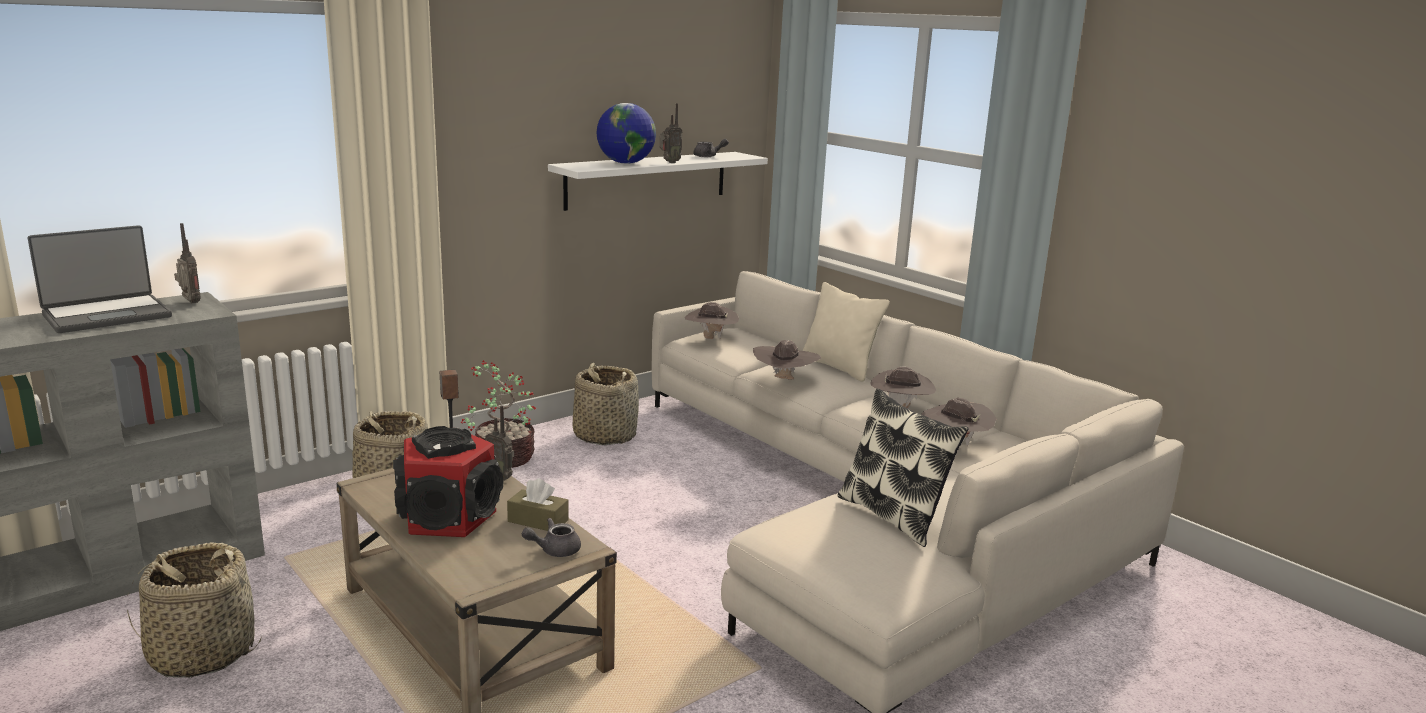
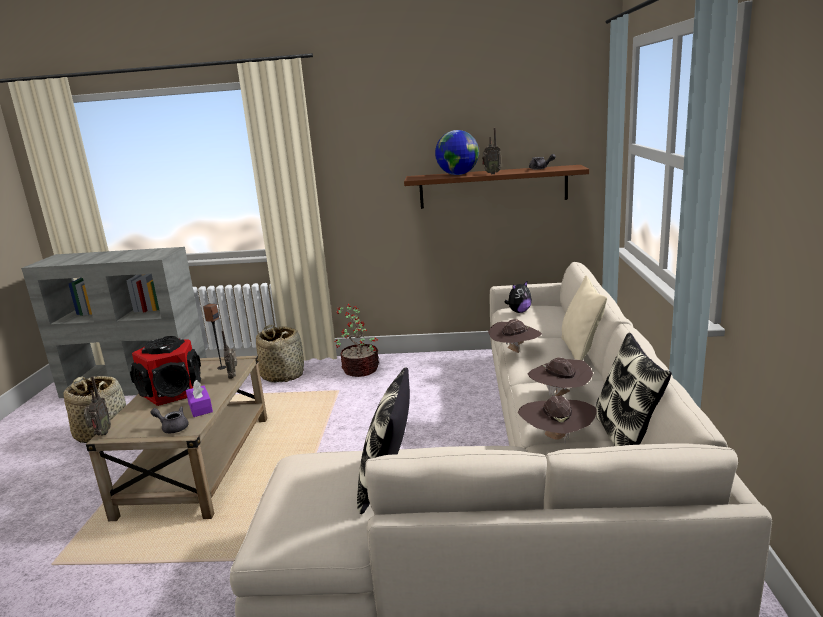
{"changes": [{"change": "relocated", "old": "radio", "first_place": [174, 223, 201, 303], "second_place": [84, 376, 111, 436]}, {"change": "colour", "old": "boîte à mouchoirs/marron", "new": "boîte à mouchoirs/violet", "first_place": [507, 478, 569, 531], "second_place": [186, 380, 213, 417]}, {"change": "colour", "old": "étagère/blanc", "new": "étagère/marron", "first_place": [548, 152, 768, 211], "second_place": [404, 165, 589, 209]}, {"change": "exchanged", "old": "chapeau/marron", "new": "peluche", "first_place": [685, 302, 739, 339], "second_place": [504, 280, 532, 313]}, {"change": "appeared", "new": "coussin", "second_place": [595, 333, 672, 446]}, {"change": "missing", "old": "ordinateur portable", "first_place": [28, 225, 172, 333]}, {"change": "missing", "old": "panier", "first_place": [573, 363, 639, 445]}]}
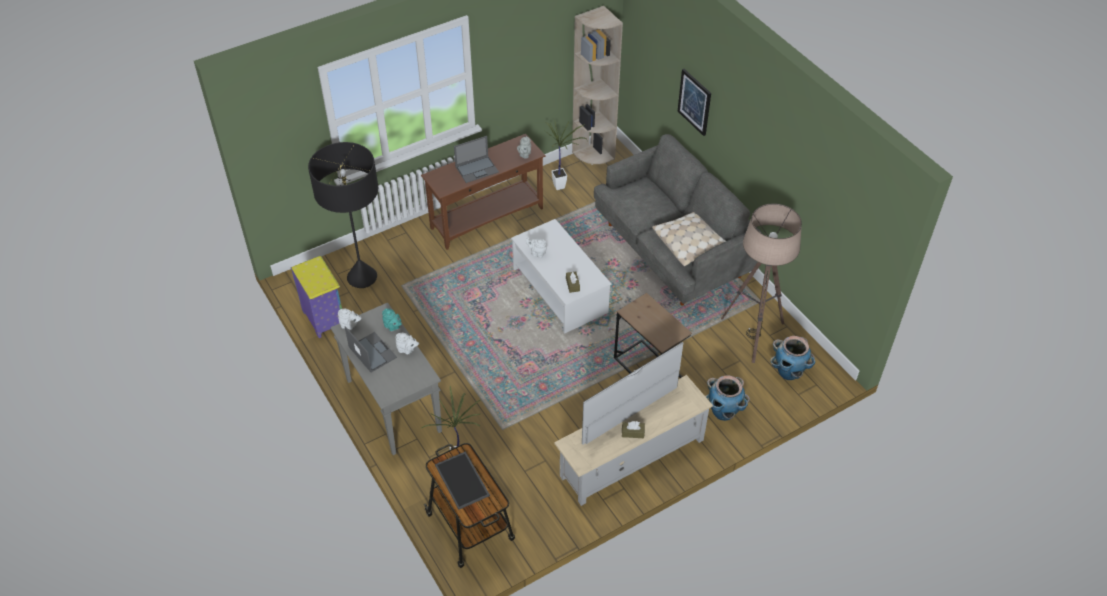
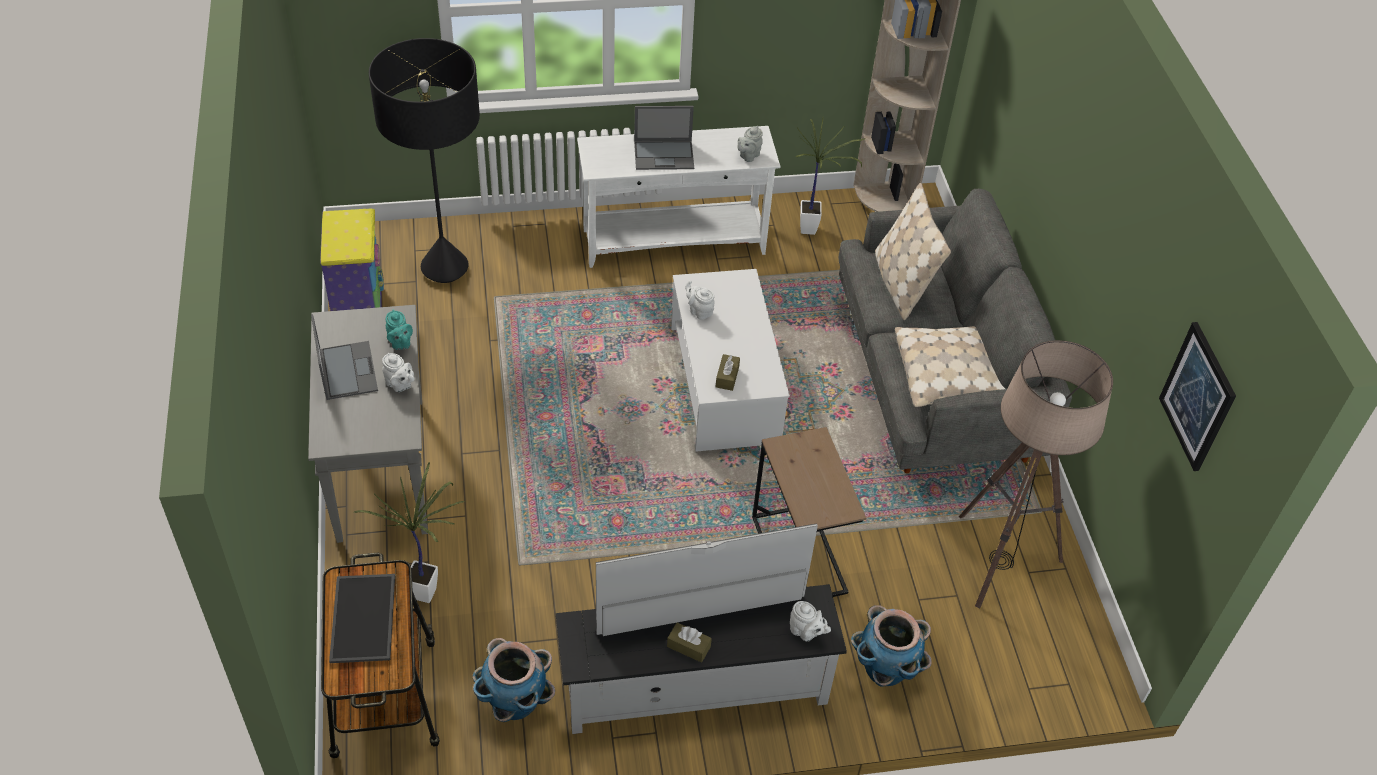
{"changes": [{"change": "relocated", "old": "cache-pot", "first_place": [770, 336, 815, 380], "second_place": [473, 638, 555, 722]}, {"change": "colour", "old": "meuble télé/beige", "new": "meuble télé/noir", "first_place": [554, 375, 713, 506], "second_place": [556, 584, 847, 734]}, {"change": "colour", "old": "table console/marron", "new": "table console/blanc", "first_place": [421, 134, 546, 250], "second_place": [577, 126, 781, 268]}, {"change": "relocated", "old": "théière/blanc", "first_place": [338, 309, 361, 330], "second_place": [790, 601, 831, 642]}, {"change": "appeared", "new": "coussin/beige", "second_place": [875, 183, 951, 320]}, {"change": "relocated", "old": "tableau", "first_place": [678, 69, 711, 136], "second_place": [1159, 322, 1236, 471]}]}
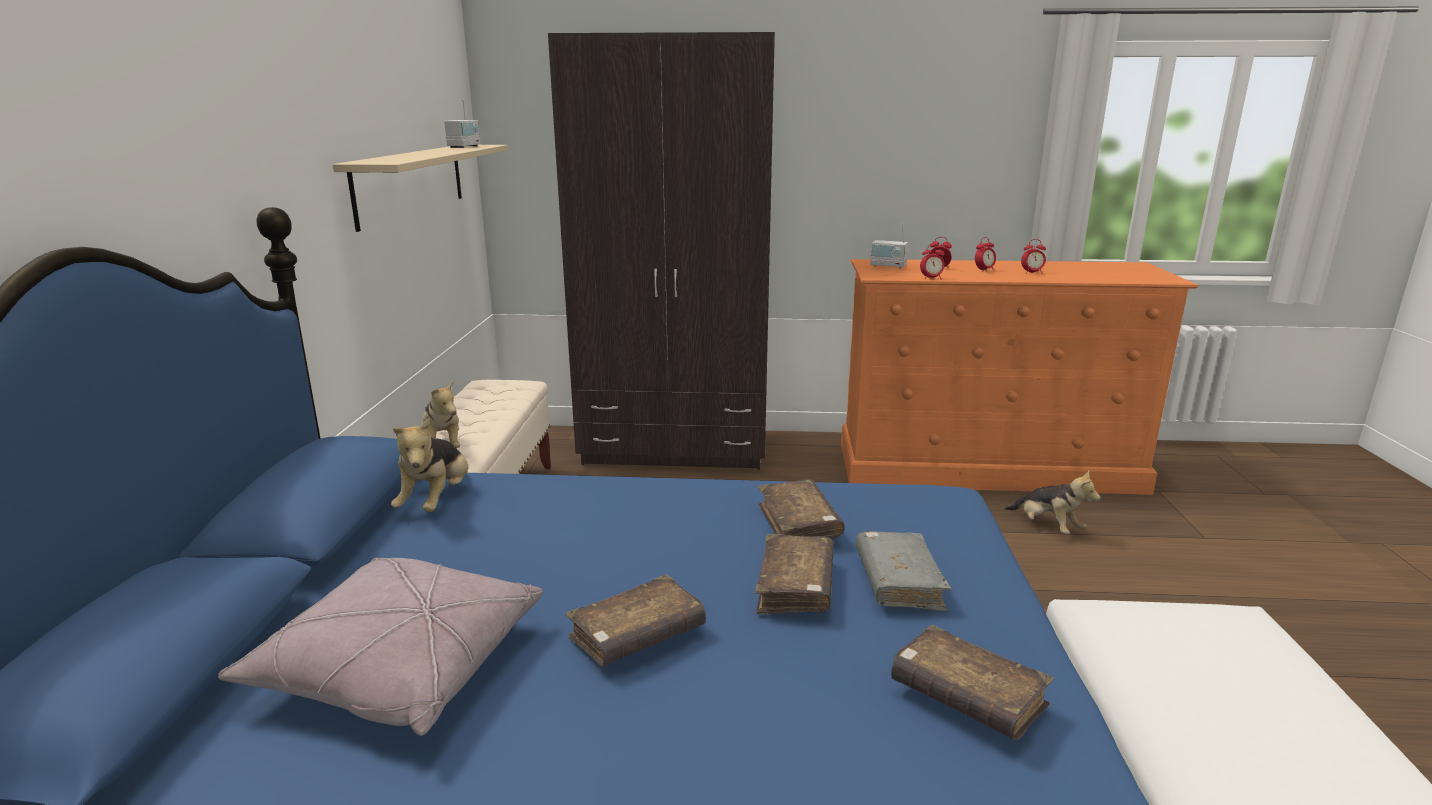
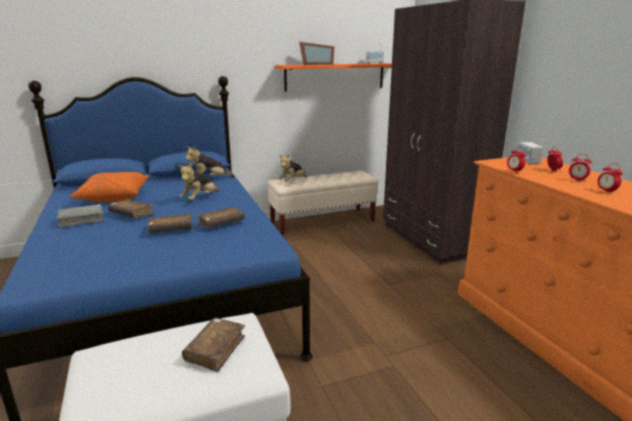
{"changes": [{"change": "relocated", "old": "livre/gris", "first_place": [855, 531, 951, 611], "second_place": [57, 204, 104, 228]}, {"change": "colour", "old": "coussin/violet", "new": "coussin/orange", "first_place": [218, 557, 543, 736], "second_place": [70, 172, 150, 202]}, {"change": "relocated", "old": "peluche", "first_place": [1004, 470, 1101, 534], "second_place": [178, 163, 219, 200]}, {"change": "relocated", "old": "livre/marron", "first_place": [891, 625, 1054, 740], "second_place": [182, 318, 245, 372]}, {"change": "colour", "old": "étagère/beige", "new": "étagère/orange", "first_place": [333, 145, 508, 232], "second_place": [275, 63, 392, 92]}, {"change": "appeared", "new": "cadre photo", "second_place": [299, 42, 334, 65]}]}
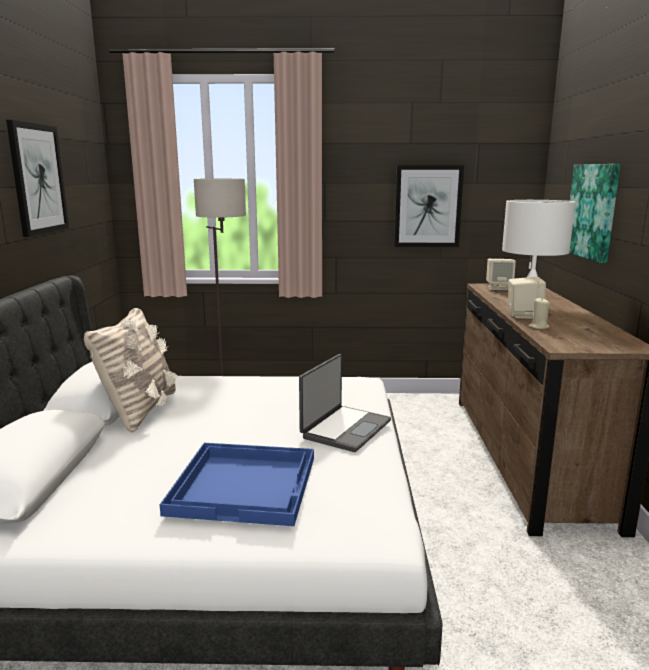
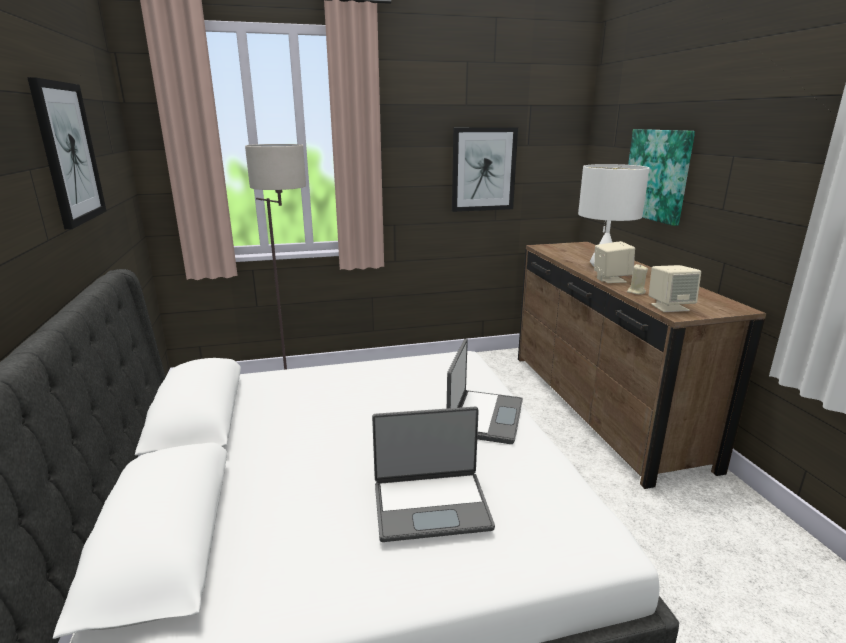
{"changes": [{"change": "exchanged", "old": "plateau/bleu", "new": "ordinateur portable", "first_place": [159, 443, 314, 526], "second_place": [372, 407, 495, 542]}, {"change": "relocated", "old": "enceinte/beige", "first_place": [486, 259, 516, 290], "second_place": [649, 265, 701, 312]}, {"change": "missing", "old": "coussin/beige", "first_place": [84, 308, 178, 432]}]}
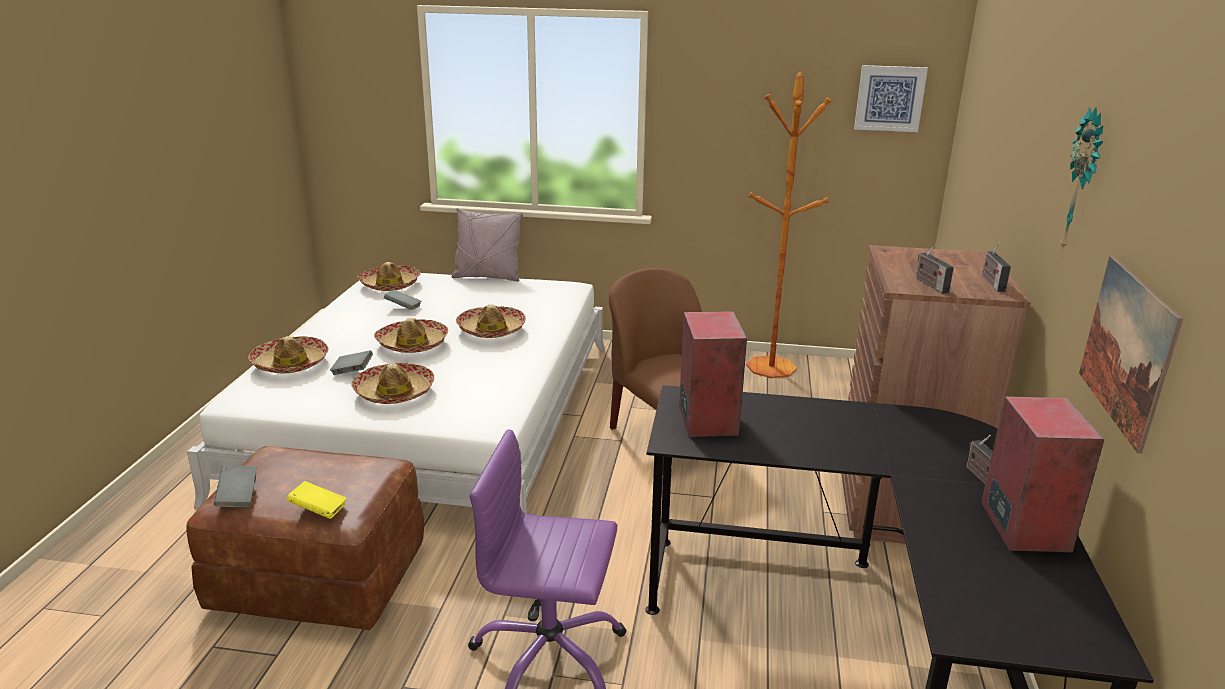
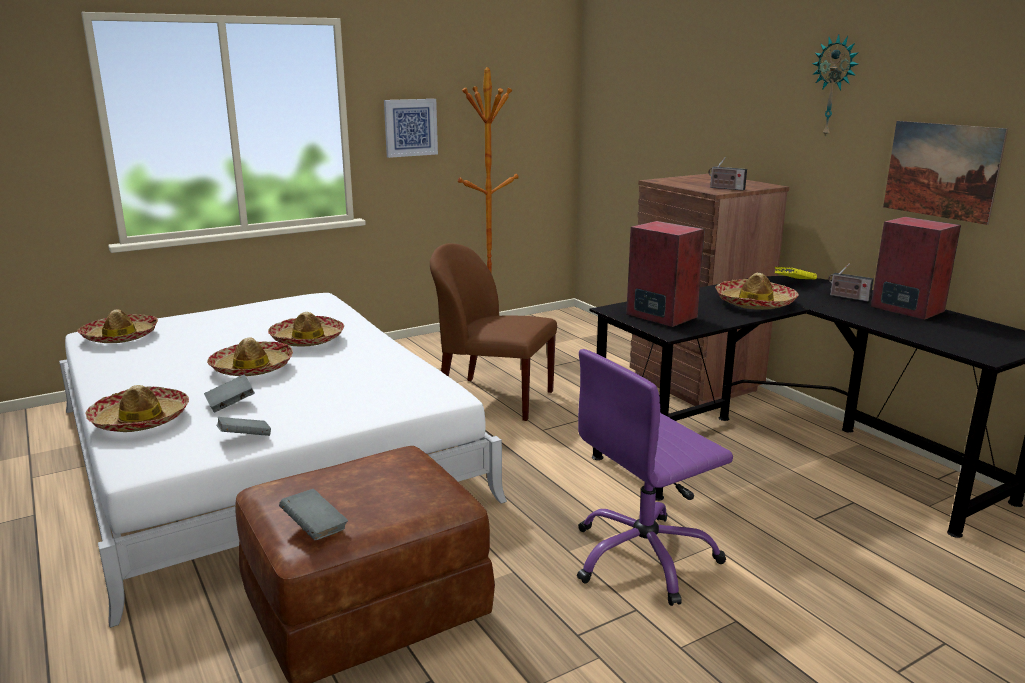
{"changes": [{"change": "relocated", "old": "livre/gris", "first_place": [384, 290, 421, 310], "second_place": [216, 417, 271, 436]}, {"change": "relocated", "old": "tableau", "first_place": [854, 65, 928, 132], "second_place": [384, 99, 438, 158]}, {"change": "relocated", "old": "chapeau", "first_place": [351, 363, 434, 404], "second_place": [715, 273, 798, 310]}, {"change": "relocated", "old": "livre/jaune", "first_place": [286, 481, 347, 519], "second_place": [774, 267, 817, 279]}, {"change": "missing", "old": "coussin/violet", "first_place": [452, 208, 523, 282]}, {"change": "missing", "old": "radio", "first_place": [982, 243, 1011, 292]}]}
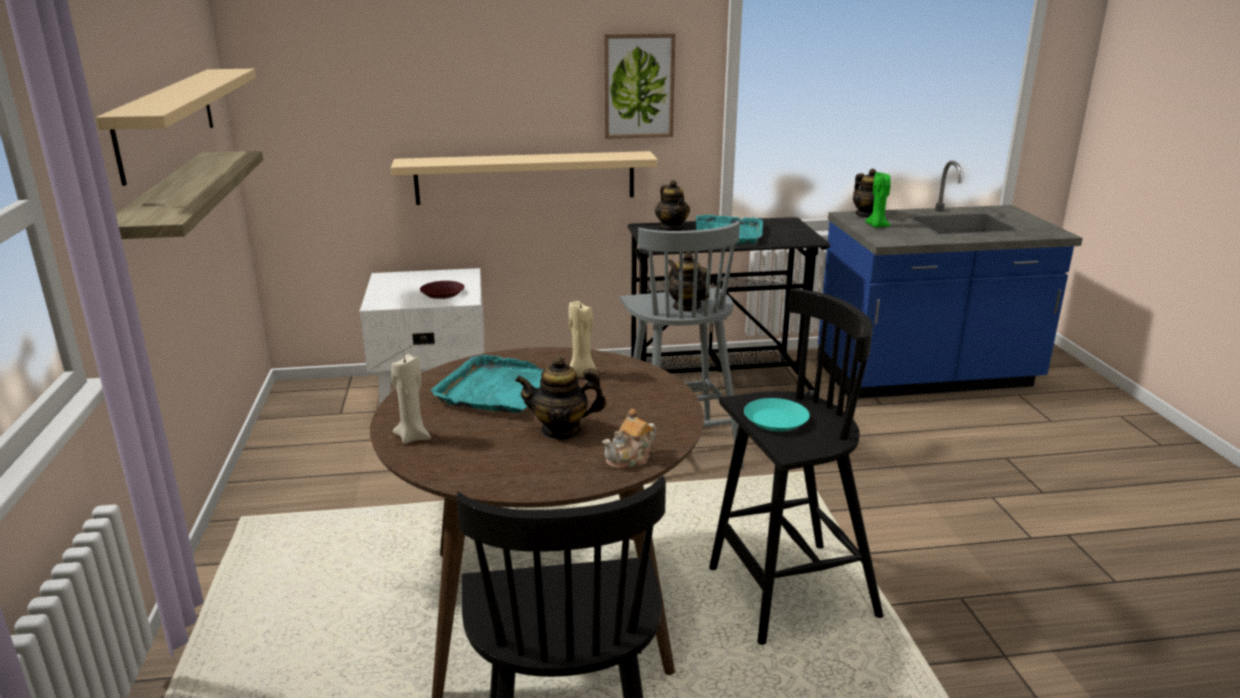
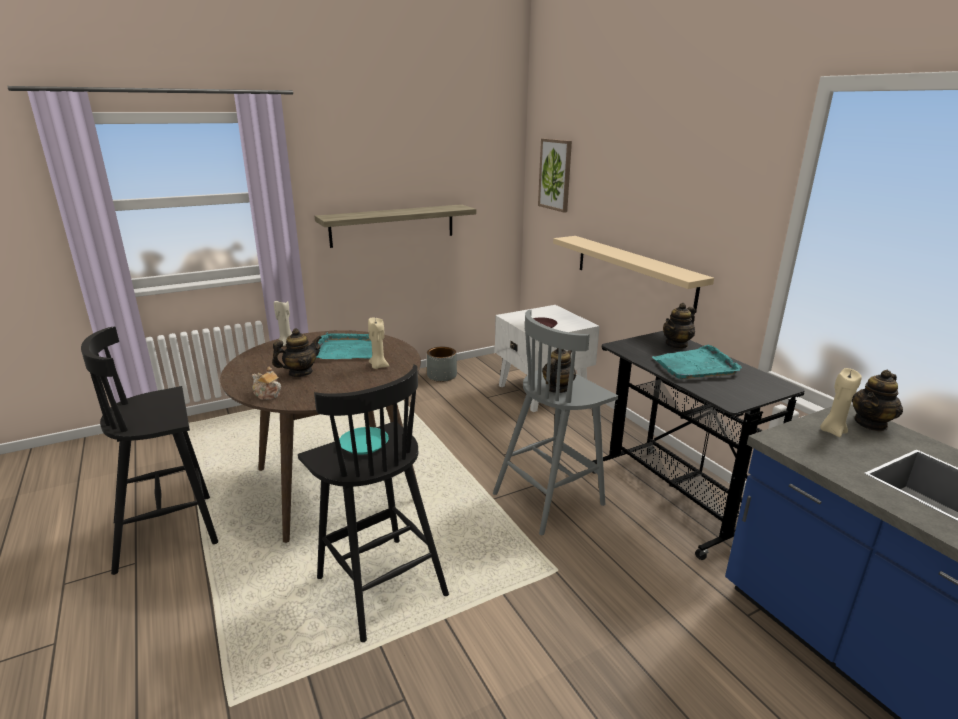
{"changes": [{"change": "spun", "old": "théière", "first_place": [515, 356, 606, 440], "second_place": [272, 328, 322, 377], "degrees": 75}, {"change": "appeared", "new": "cache-pot/gris", "second_place": [427, 347, 457, 382]}, {"change": "relocated", "old": "tableau", "first_place": [604, 33, 675, 139], "second_place": [538, 139, 572, 213]}, {"change": "colour", "old": "bougie/vert", "new": "bougie/beige", "first_place": [865, 172, 891, 228], "second_place": [820, 368, 862, 437]}, {"change": "missing", "old": "étagère/beige", "first_place": [96, 69, 256, 186]}]}
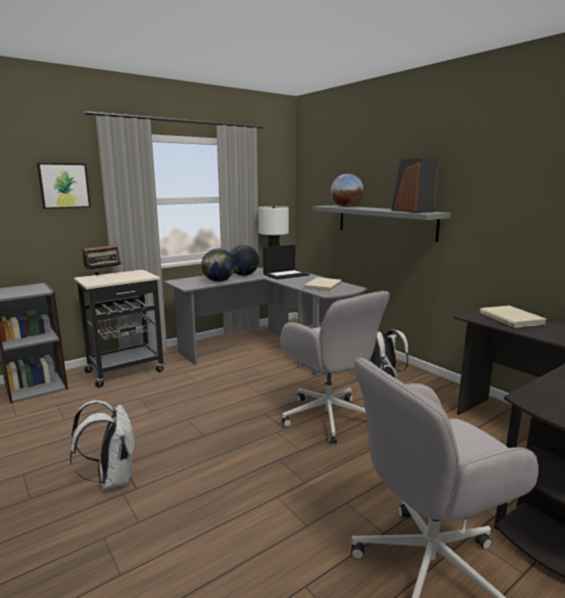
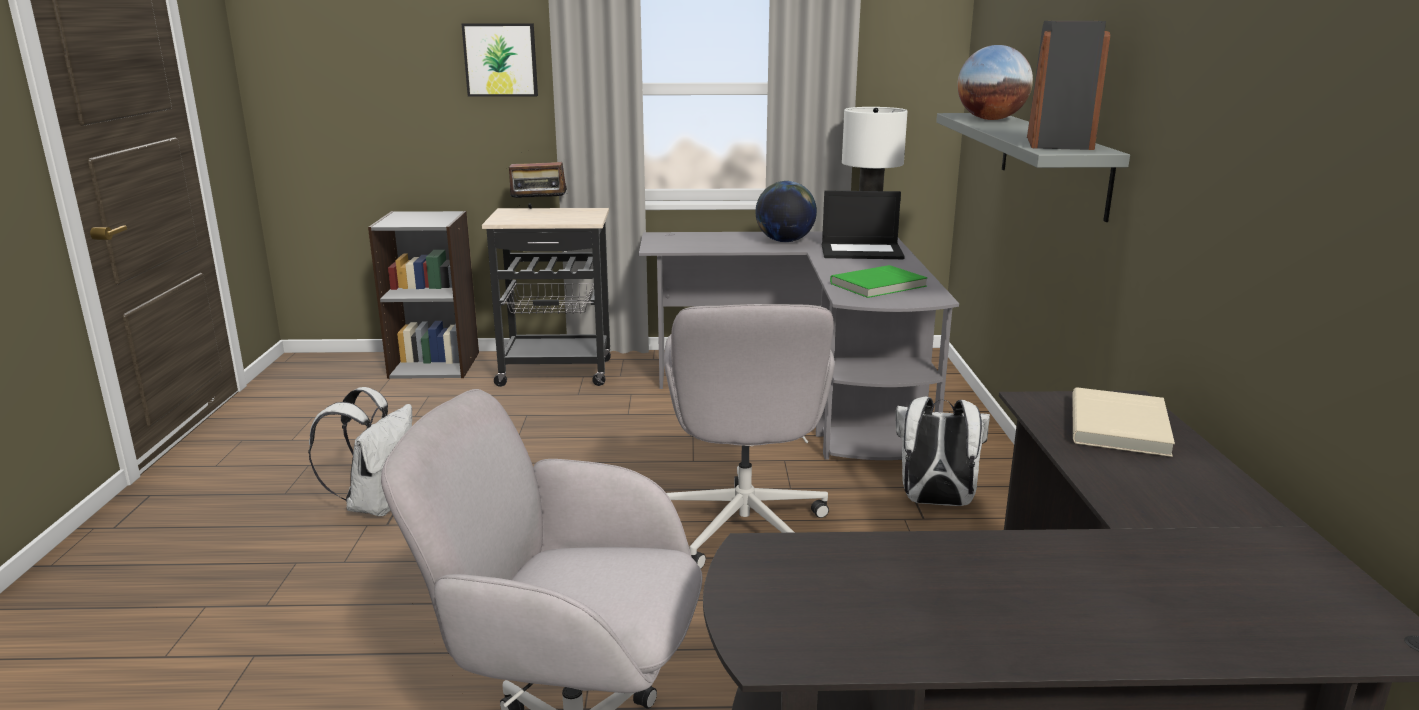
{"changes": [{"change": "colour", "old": "livre/beige", "new": "livre/vert", "first_place": [303, 277, 342, 292], "second_place": [830, 265, 927, 298]}, {"change": "missing", "old": "globe", "first_place": [201, 248, 235, 282]}]}
